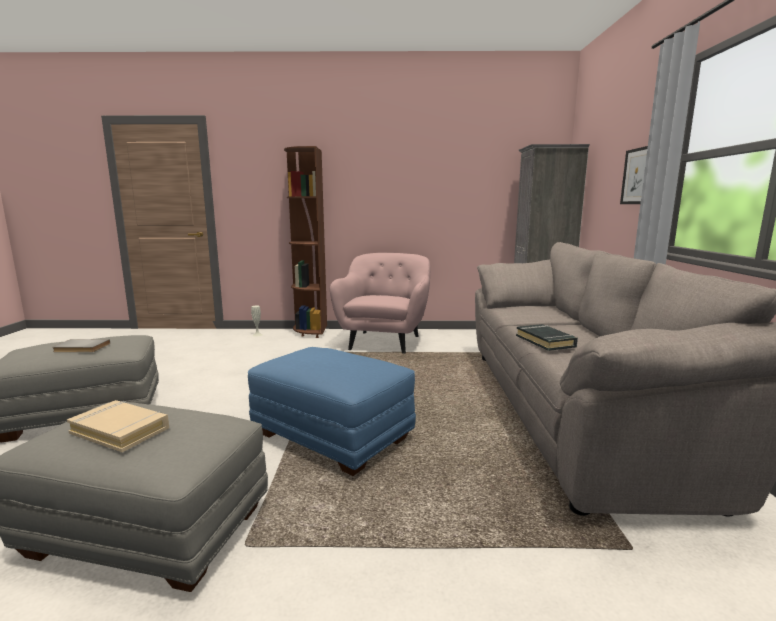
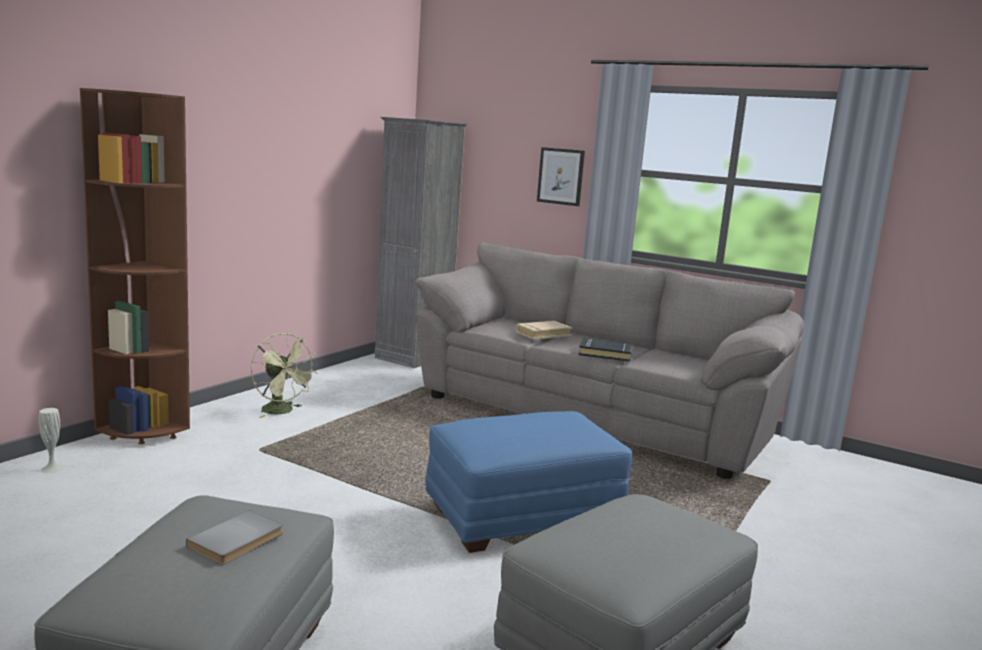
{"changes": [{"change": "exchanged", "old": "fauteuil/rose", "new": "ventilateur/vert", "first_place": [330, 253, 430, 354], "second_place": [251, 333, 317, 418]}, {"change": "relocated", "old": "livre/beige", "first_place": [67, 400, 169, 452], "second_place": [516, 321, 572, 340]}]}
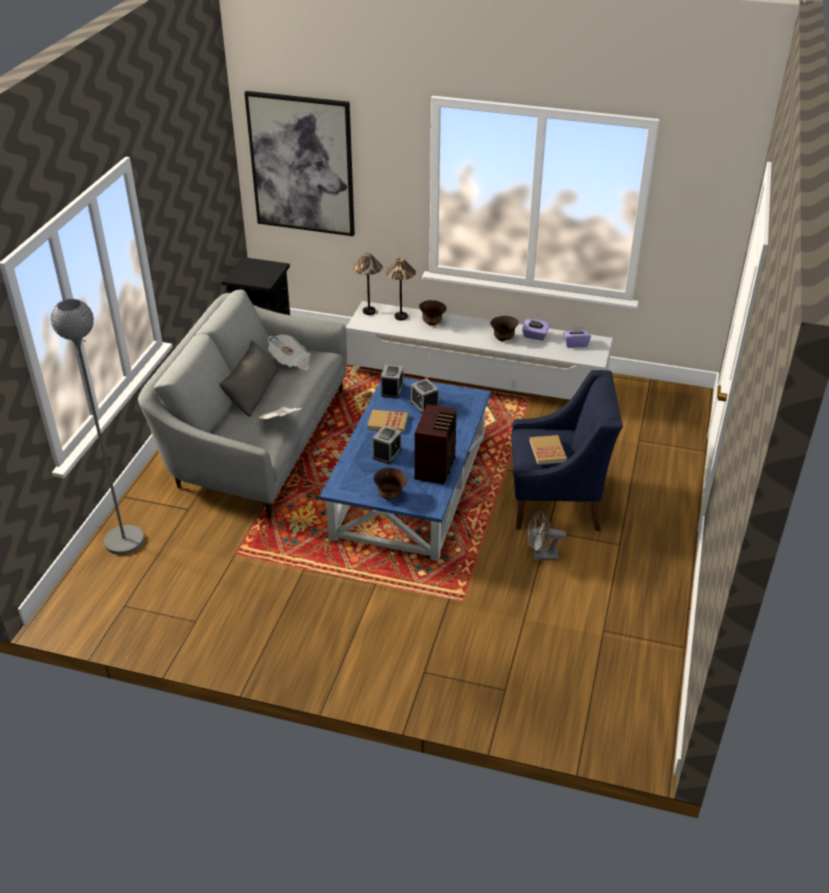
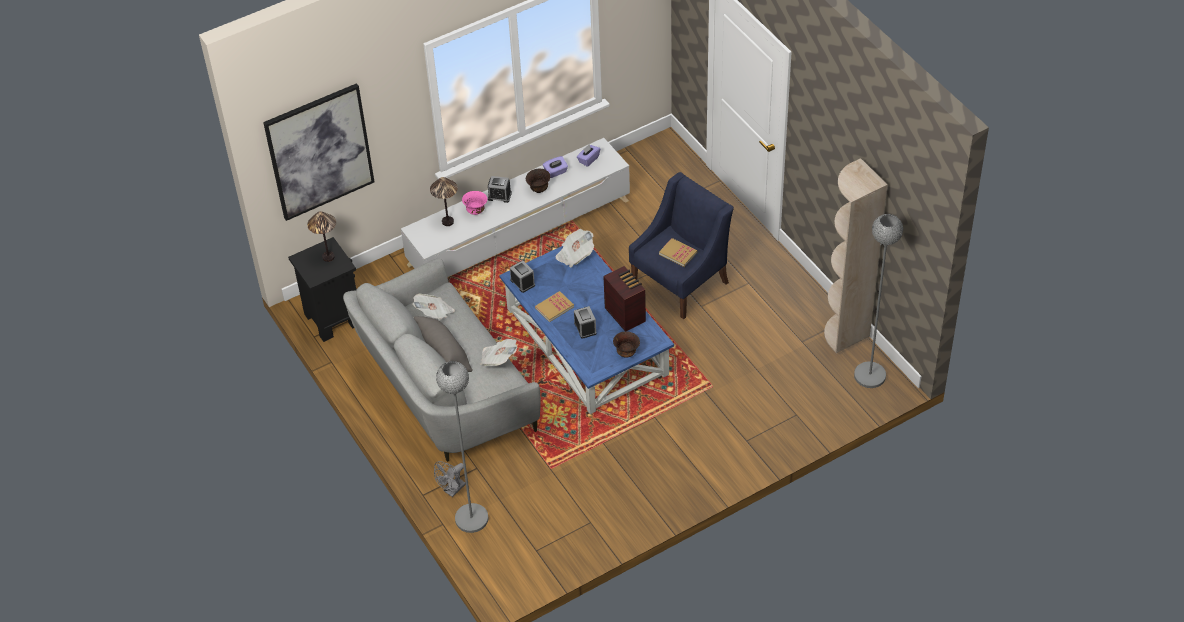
{"changes": [{"change": "relocated", "old": "lampe de table", "first_place": [353, 253, 383, 315], "second_place": [307, 211, 336, 262]}, {"change": "relocated", "old": "ventilateur/gris", "first_place": [527, 511, 566, 561], "second_place": [434, 461, 466, 497]}, {"change": "colour", "old": "bol/marron", "new": "bol/rose", "first_place": [419, 300, 447, 326], "second_place": [462, 191, 487, 215]}, {"change": "relocated", "old": "réveil", "first_place": [410, 379, 439, 414], "second_place": [488, 176, 512, 203]}, {"change": "appeared", "new": "journal", "second_place": [556, 229, 594, 267]}, {"change": "appeared", "new": "bibliothèque/beige", "second_place": [824, 158, 888, 353]}, {"change": "appeared", "new": "lampadaire/gris", "second_place": [854, 214, 903, 388]}]}
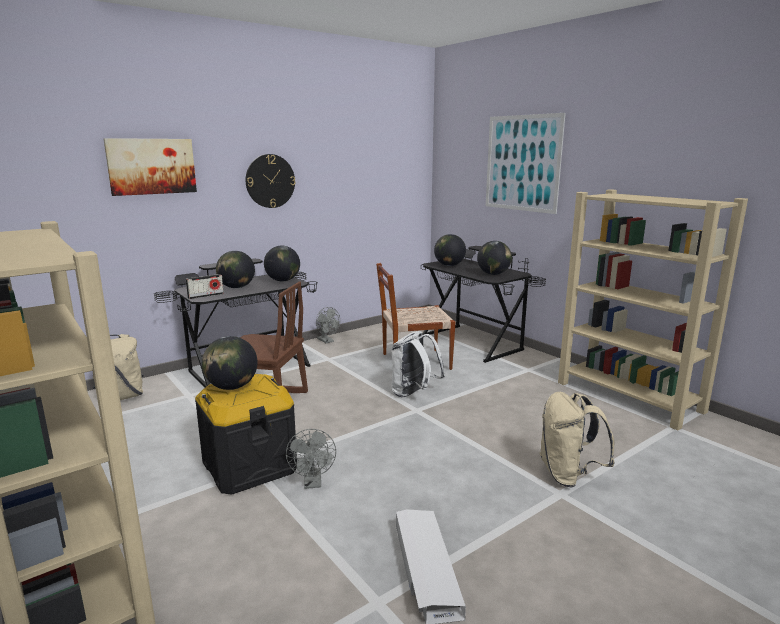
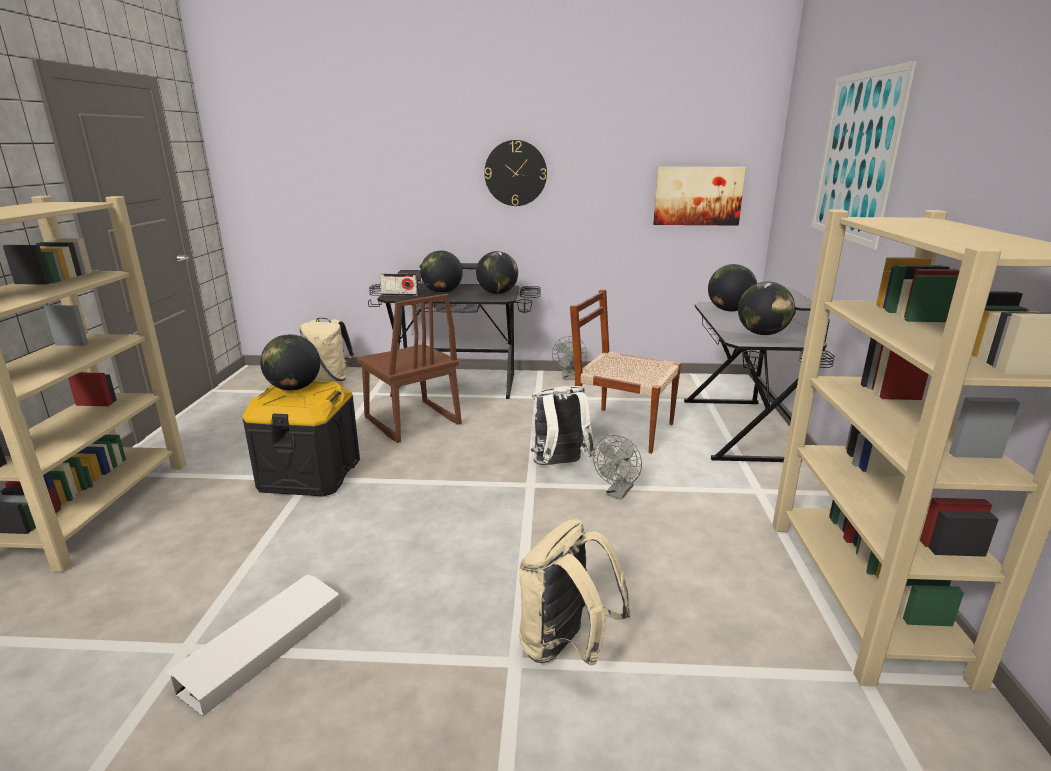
{"changes": [{"change": "relocated", "old": "ventilateur/gris", "first_place": [286, 429, 336, 489], "second_place": [593, 435, 642, 500]}, {"change": "relocated", "old": "tableau", "first_place": [103, 138, 197, 196], "second_place": [653, 167, 746, 226]}]}
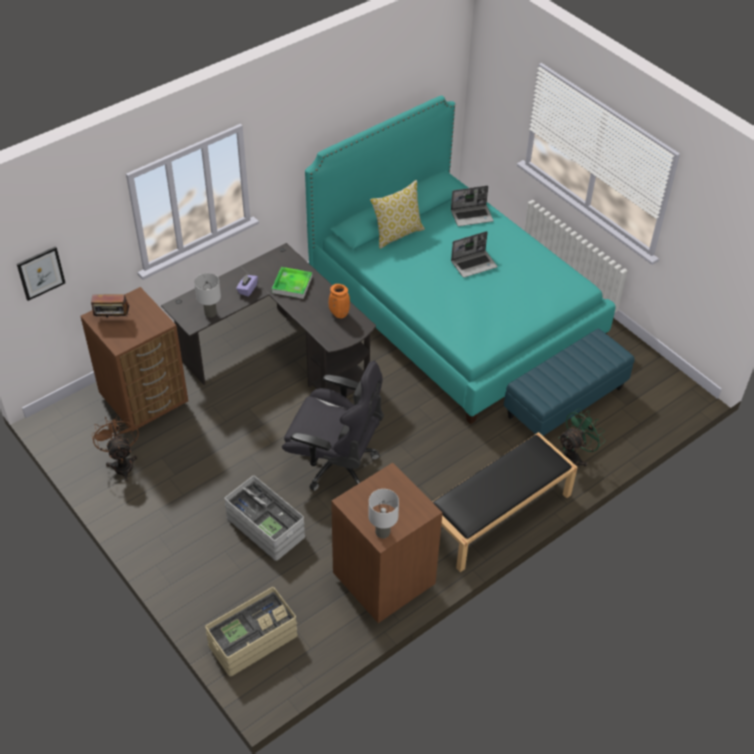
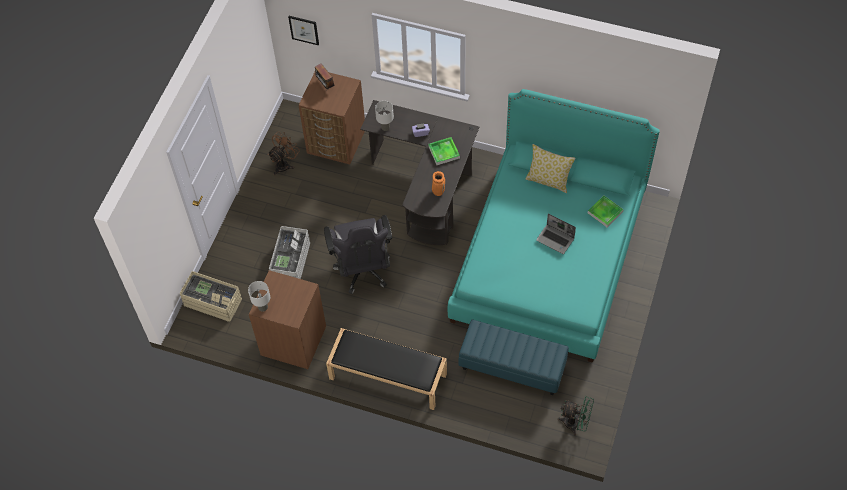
{"changes": [{"change": "relocated", "old": "ventilateur/vert", "first_place": [558, 408, 605, 467], "second_place": [558, 396, 594, 436]}, {"change": "exchanged", "old": "ordinateur portable", "new": "plateau", "first_place": [451, 186, 494, 226], "second_place": [588, 196, 624, 227]}]}
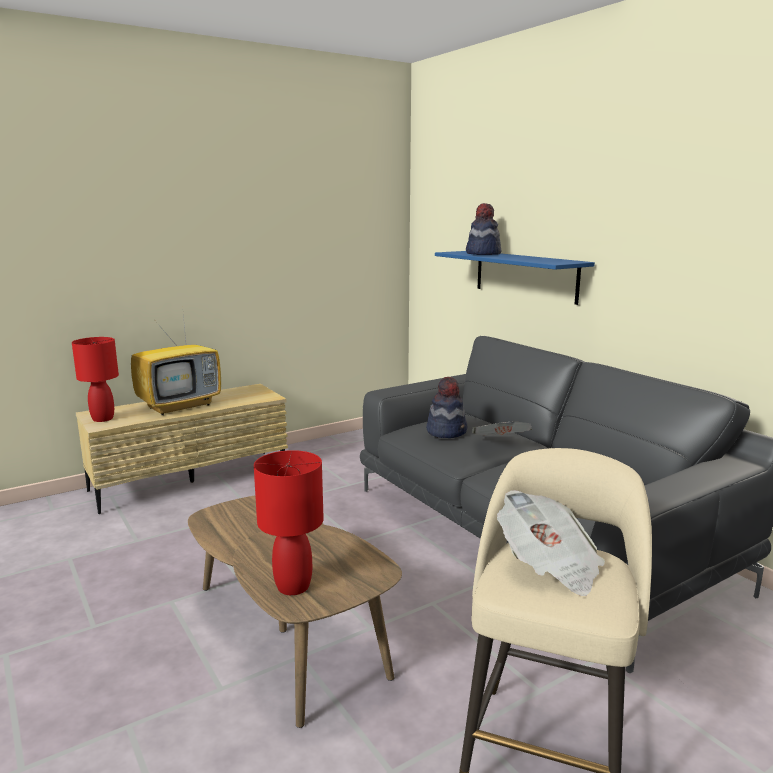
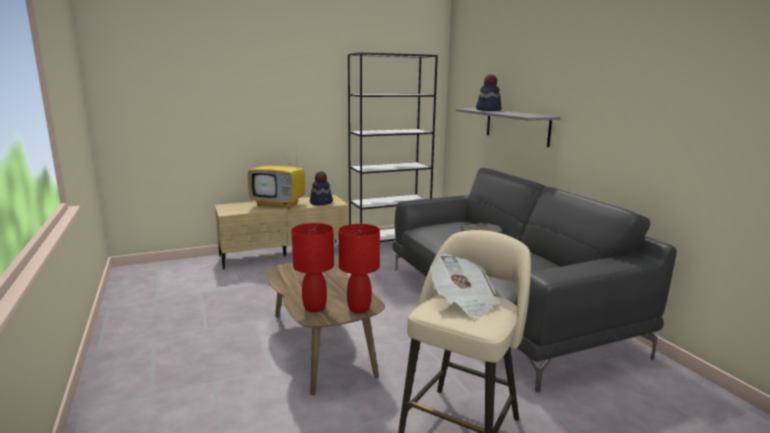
{"changes": [{"change": "spun", "old": "téléviseur", "first_place": [131, 315, 221, 415], "second_place": [248, 152, 305, 209], "degrees": 45}, {"change": "relocated", "old": "chapeau", "first_place": [426, 377, 467, 438], "second_place": [310, 171, 333, 205]}, {"change": "relocated", "old": "lampe de table/rouge", "first_place": [72, 337, 119, 422], "second_place": [338, 224, 380, 313]}, {"change": "appeared", "new": "bibliothèque/blanc", "second_place": [348, 53, 438, 242]}, {"change": "colour", "old": "étagère/bleu", "new": "étagère/gris", "first_place": [435, 251, 595, 305], "second_place": [456, 109, 561, 147]}]}
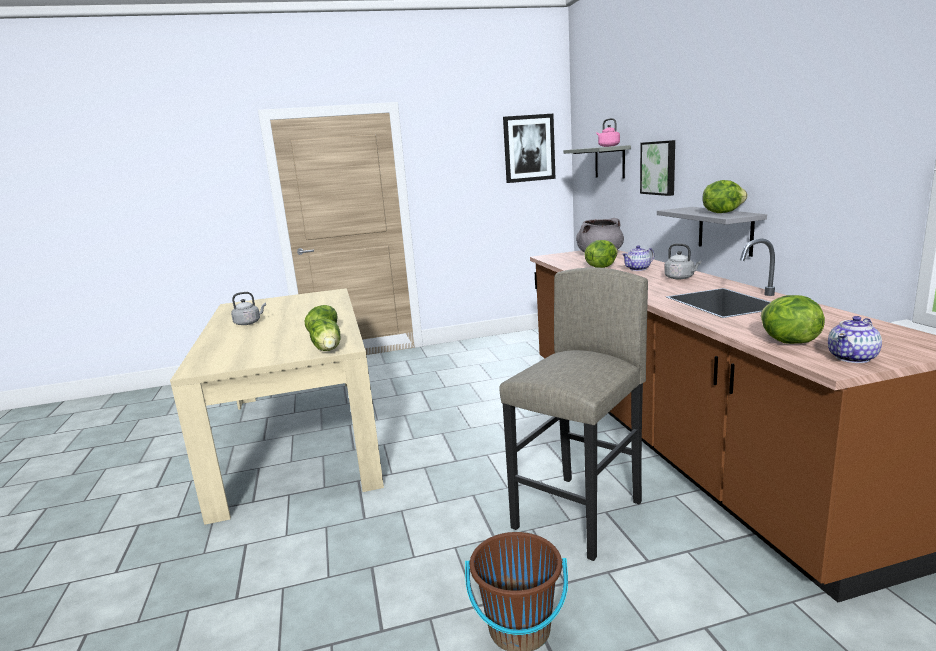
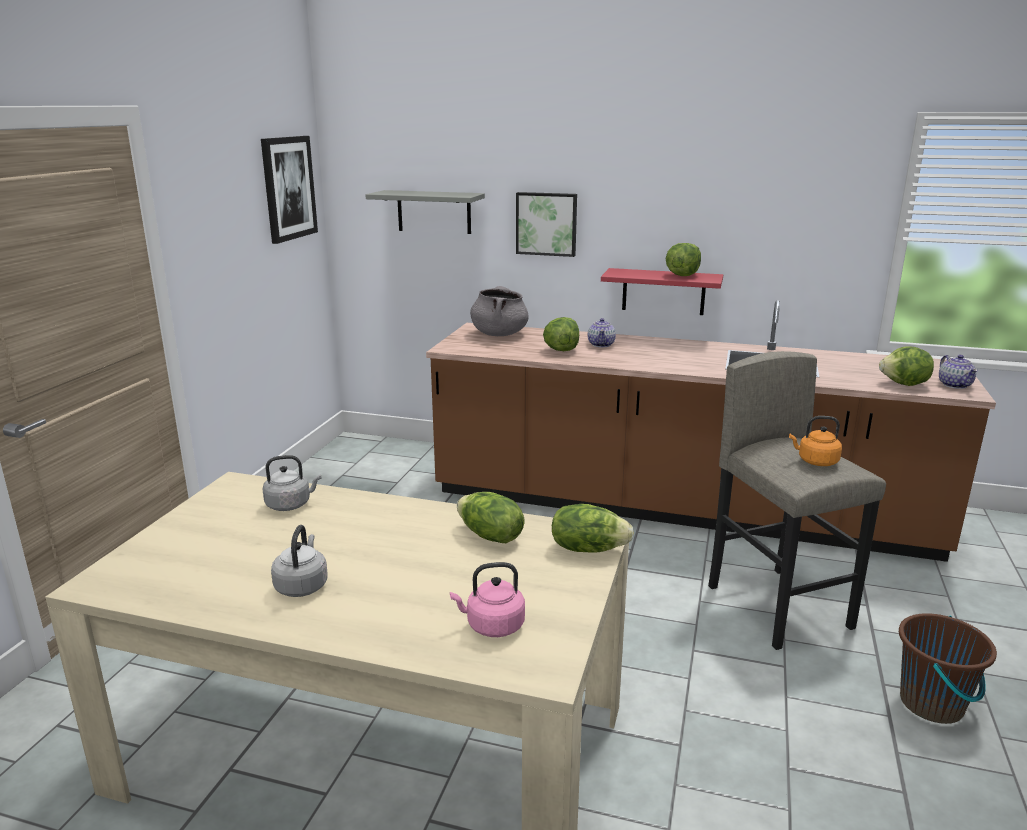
{"changes": [{"change": "relocated", "old": "bouilloire/gris", "first_place": [664, 243, 701, 279], "second_place": [262, 455, 321, 511]}, {"change": "relocated", "old": "bouilloire/rose", "first_place": [596, 118, 620, 147], "second_place": [450, 562, 525, 637]}, {"change": "colour", "old": "étagère/gris", "new": "étagère/rouge", "first_place": [657, 207, 767, 257], "second_place": [601, 268, 723, 315]}, {"change": "appeared", "new": "bouilloire/orange", "second_place": [789, 416, 842, 466]}]}
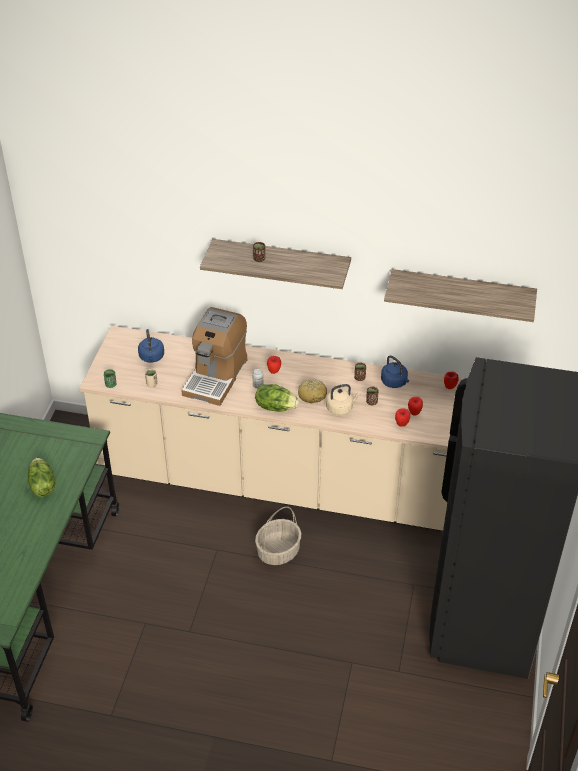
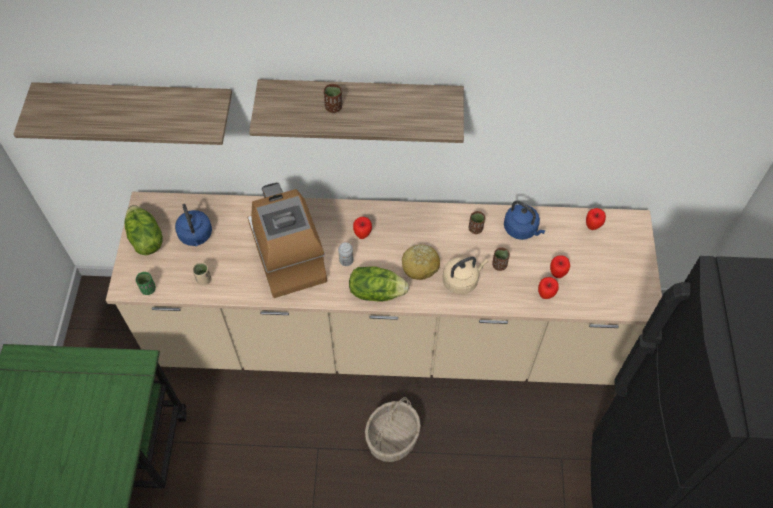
{"changes": [{"change": "relocated", "old": "étagère", "first_place": [384, 269, 537, 322], "second_place": [13, 82, 232, 145]}, {"change": "relocated", "old": "laitue", "first_place": [28, 458, 55, 497], "second_place": [125, 205, 163, 255]}, {"change": "spun", "old": "machine à café", "first_place": [181, 307, 247, 406], "second_place": [247, 182, 327, 298], "degrees": 150}]}
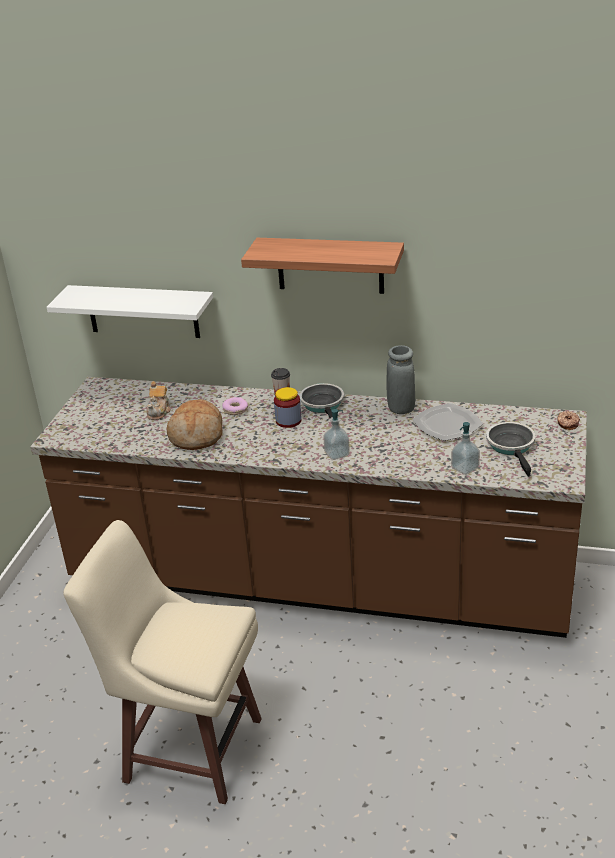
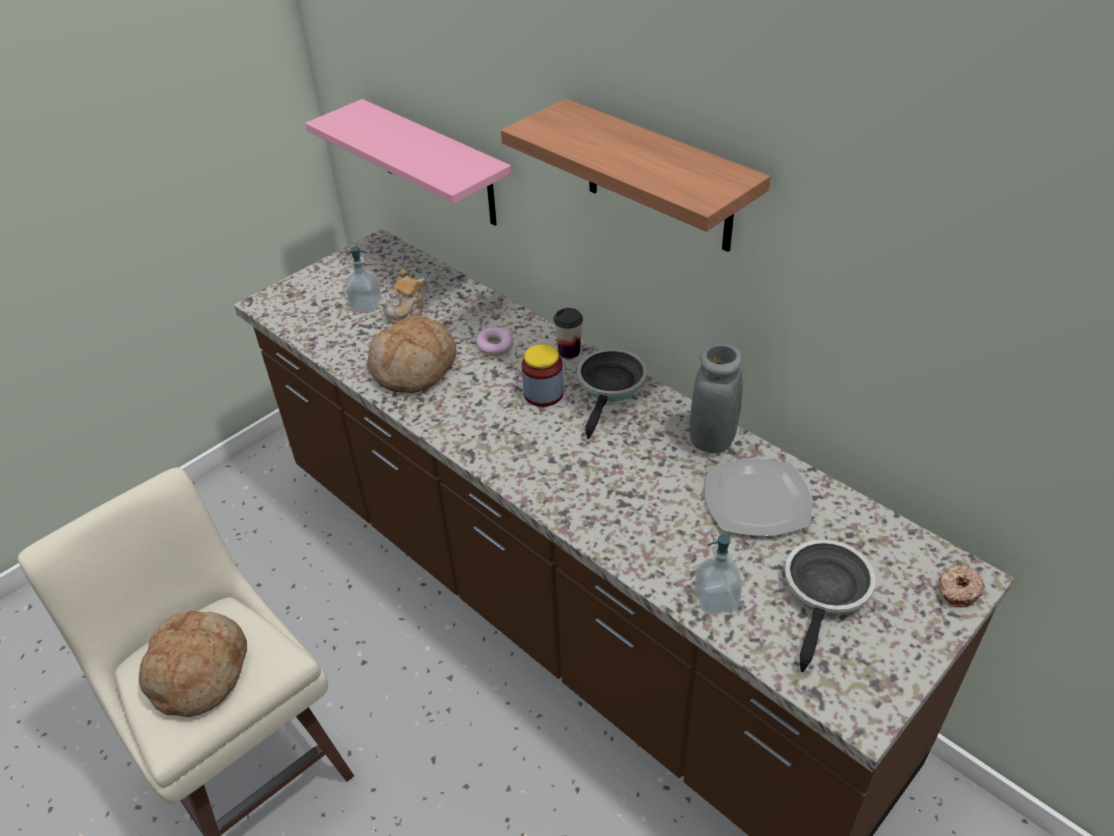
{"changes": [{"change": "appeared", "new": "pain", "second_place": [139, 611, 247, 717]}, {"change": "colour", "old": "étagère/blanc", "new": "étagère/rose", "first_place": [47, 285, 213, 338], "second_place": [305, 99, 511, 226]}, {"change": "relocated", "old": "distributeur de savon", "first_place": [324, 409, 350, 460], "second_place": [346, 247, 382, 312]}]}
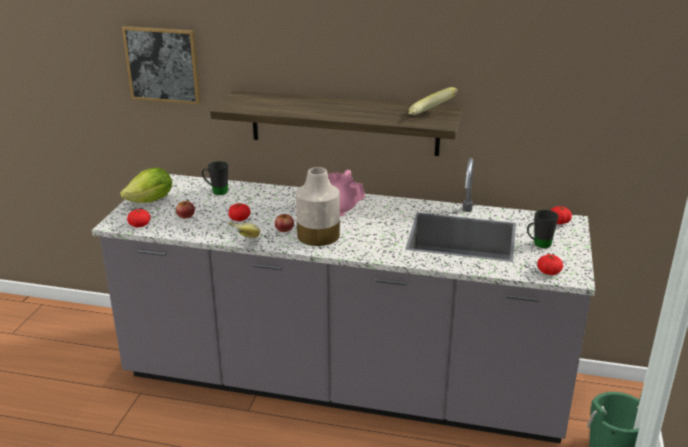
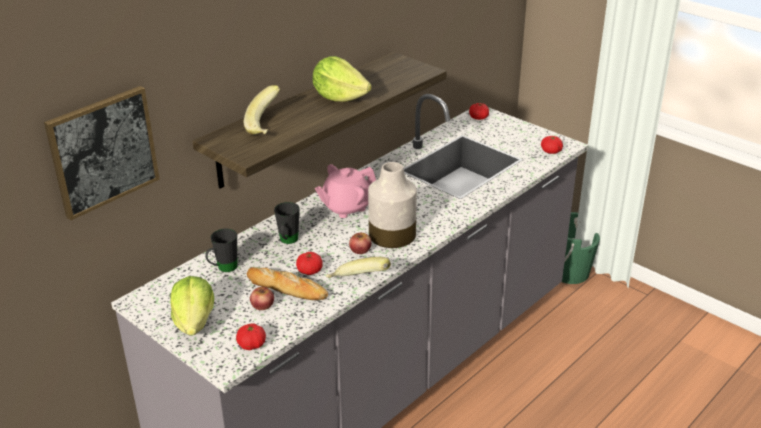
{"changes": [{"change": "relocated", "old": "banane", "first_place": [409, 87, 458, 115], "second_place": [244, 85, 280, 135]}, {"change": "appeared", "new": "pain", "second_place": [247, 267, 328, 300]}, {"change": "relocated", "old": "mug/noir", "first_place": [527, 210, 559, 248], "second_place": [274, 202, 300, 244]}, {"change": "appeared", "new": "laitue", "second_place": [313, 56, 372, 102]}]}
